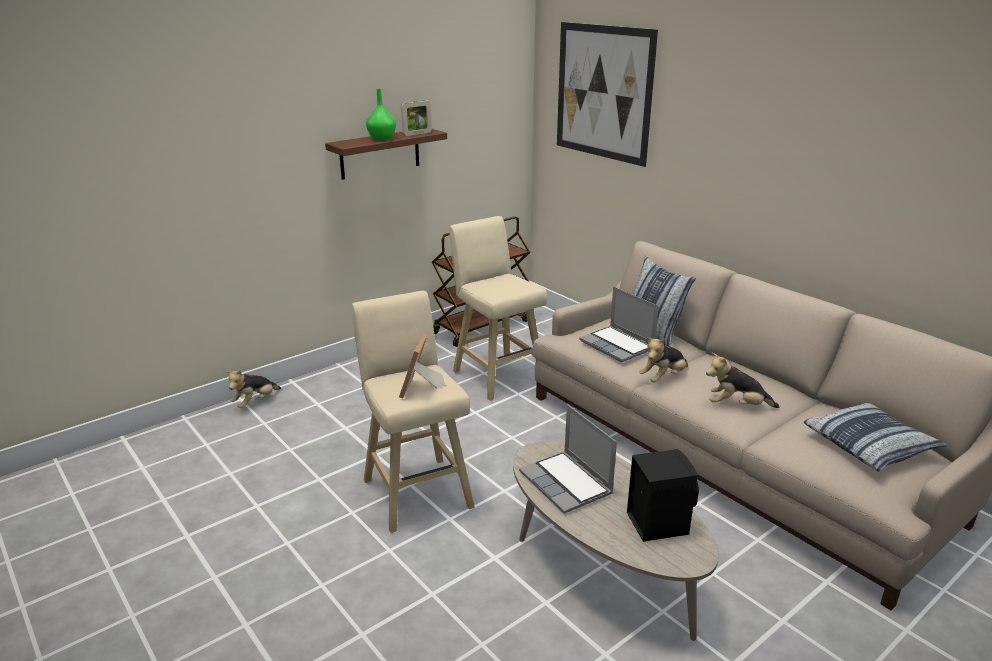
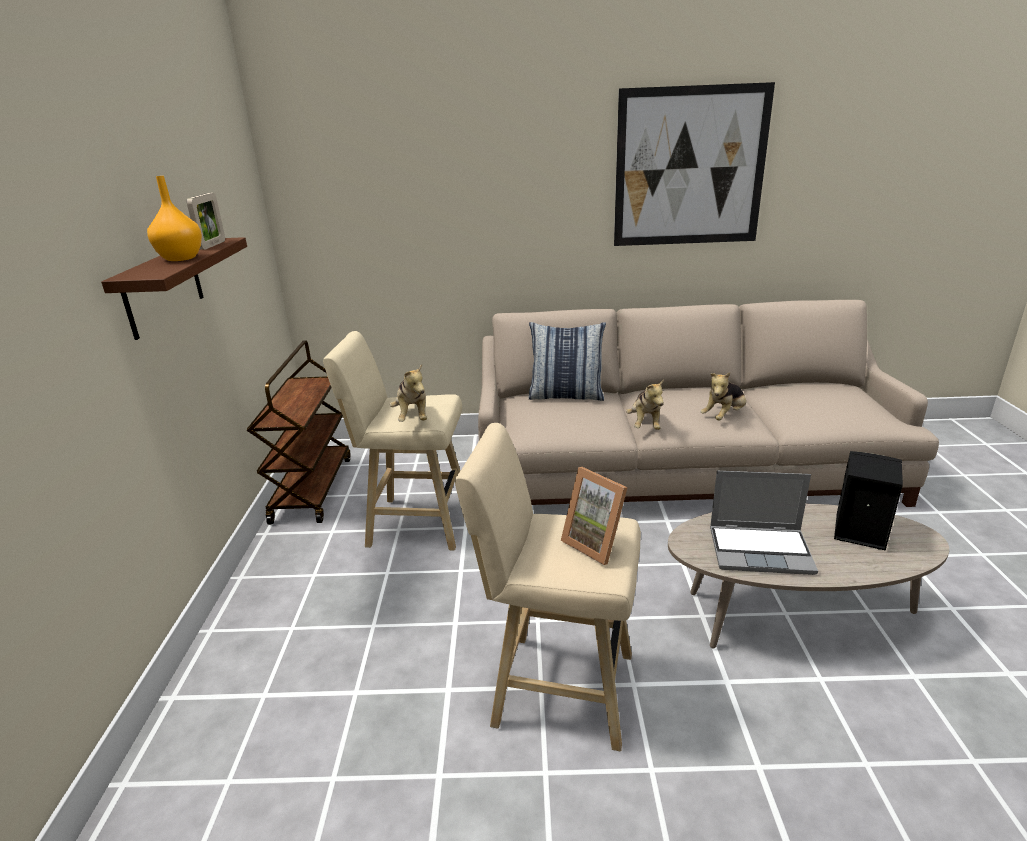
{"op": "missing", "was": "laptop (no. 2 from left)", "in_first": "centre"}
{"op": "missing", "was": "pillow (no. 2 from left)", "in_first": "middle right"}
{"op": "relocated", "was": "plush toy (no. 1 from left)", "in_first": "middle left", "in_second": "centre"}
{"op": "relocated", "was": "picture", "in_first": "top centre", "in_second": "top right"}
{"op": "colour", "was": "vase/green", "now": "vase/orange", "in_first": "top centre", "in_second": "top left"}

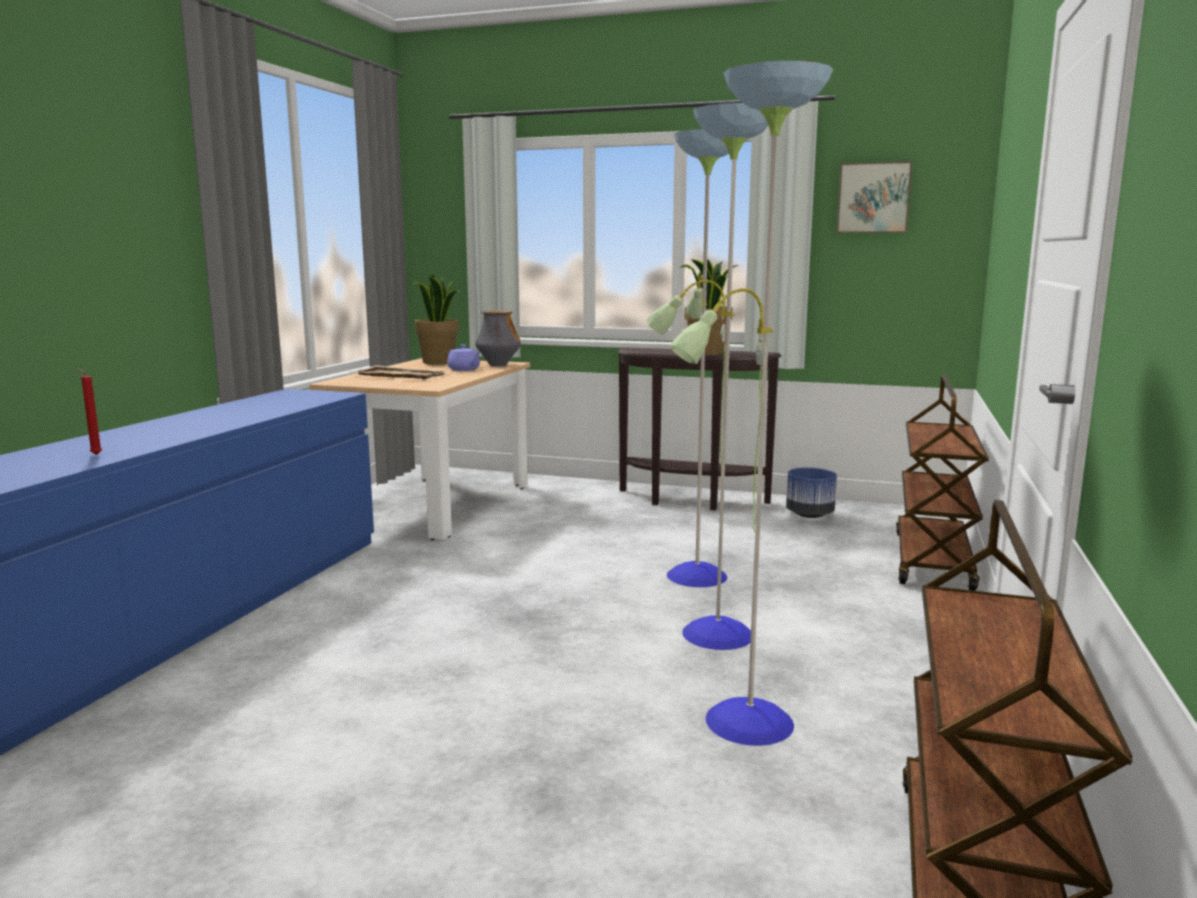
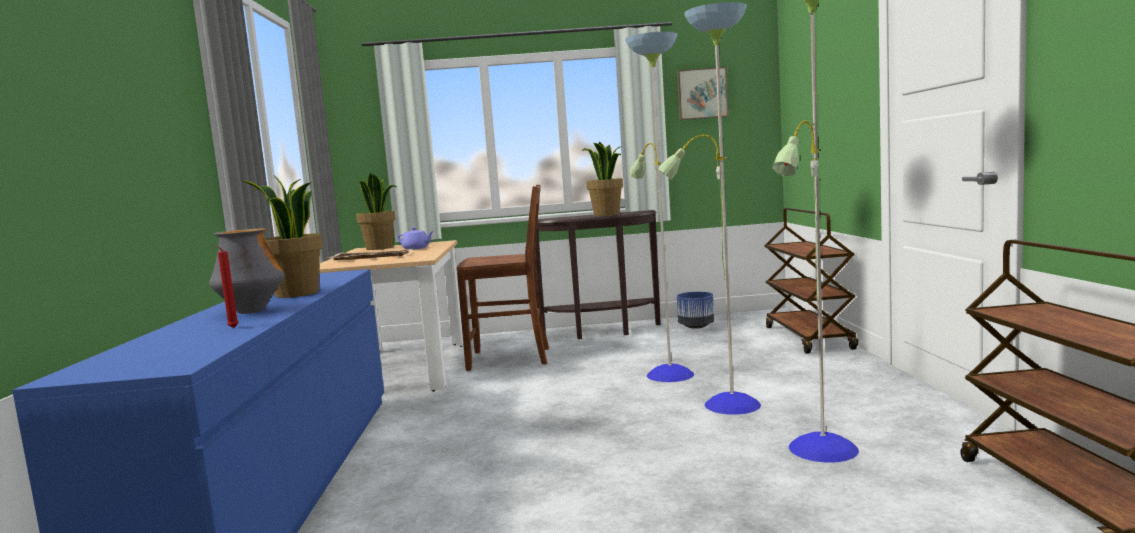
{"op": "appeared", "now": "potted plant (no. 1 from left)", "in_second": "middle left"}
{"op": "appeared", "now": "chair/brown", "in_second": "centre"}
{"op": "relocated", "was": "vase", "in_first": "centre", "in_second": "middle left"}

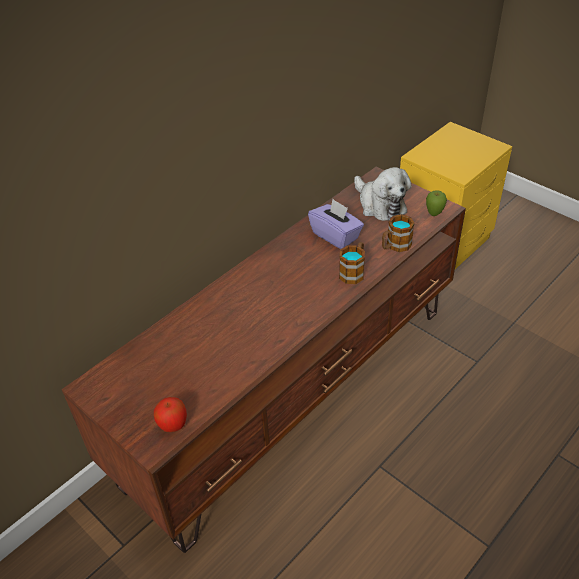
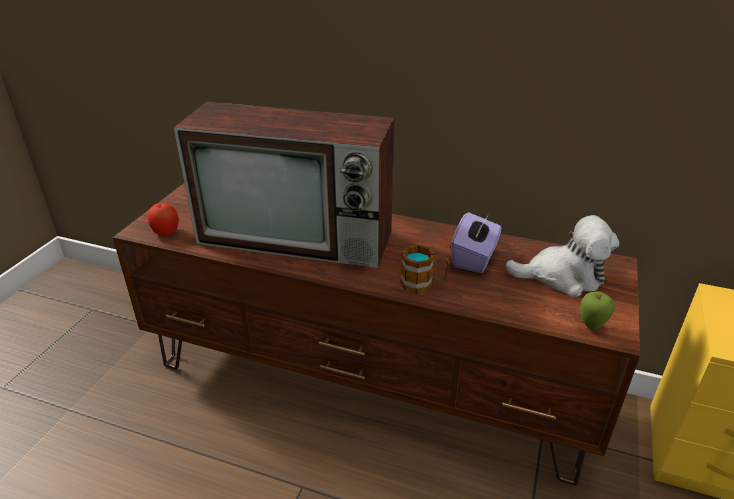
{"op": "missing", "was": "mug (no. 2 from left)", "in_first": "middle right"}
{"op": "appeared", "now": "television", "in_second": "centre"}
{"op": "spun", "was": "plush toy", "in_first": "centre", "in_second": "middle right", "clockwise": -120}

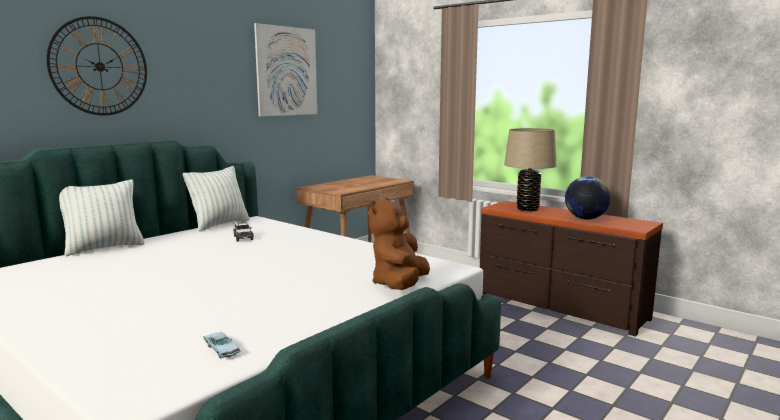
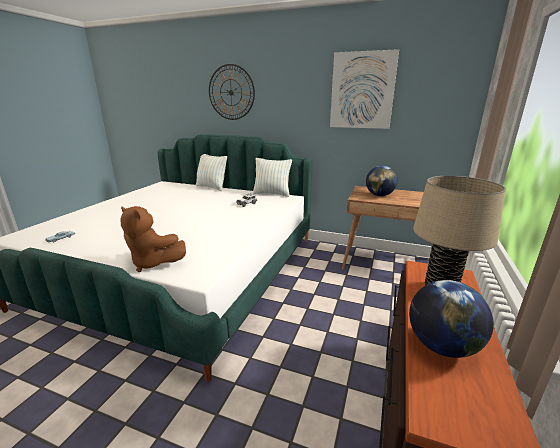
{"op": "appeared", "now": "globe (no. 1 from left)", "in_second": "middle right"}
{"op": "spun", "was": "plush toy/brown", "in_first": "centre", "in_second": "middle left", "clockwise": -150}

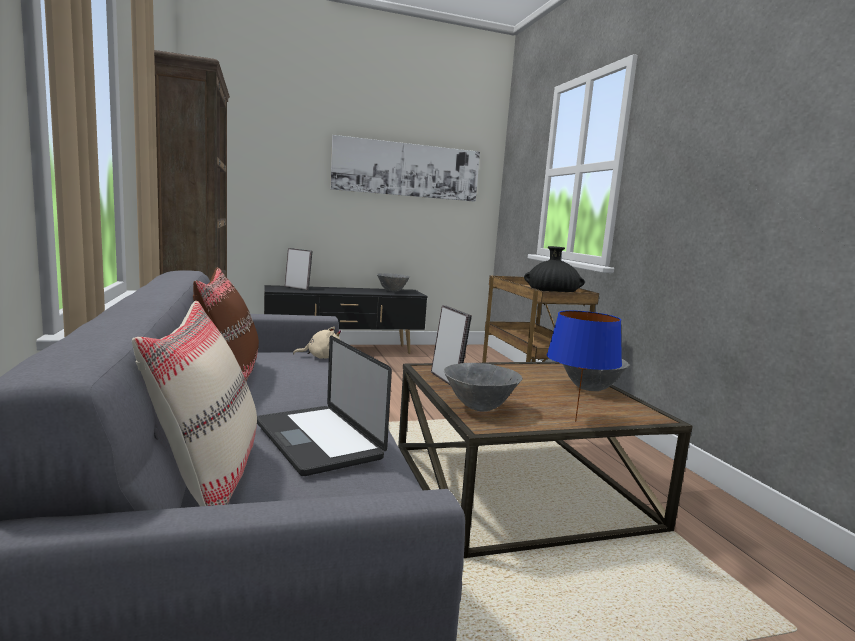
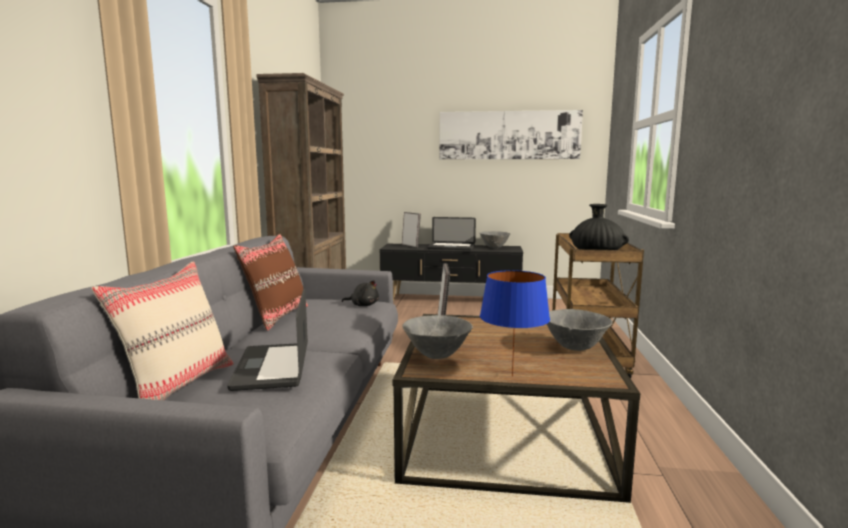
{"op": "appeared", "now": "laptop (no. 2 from left)", "in_second": "centre"}
{"op": "colour", "was": "plush toy/beige", "now": "plush toy/black", "in_first": "centre", "in_second": "centre"}

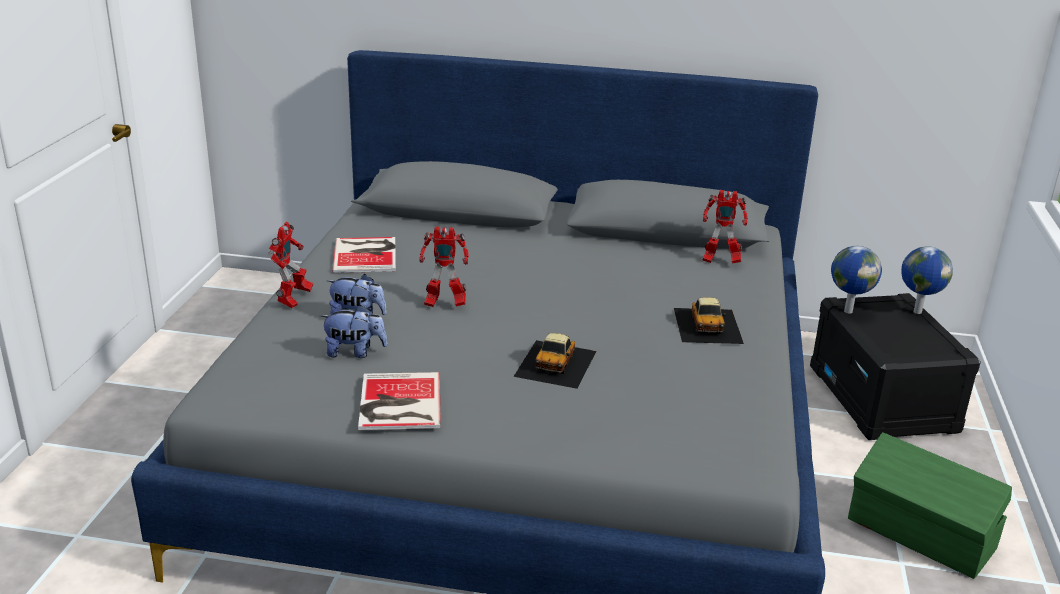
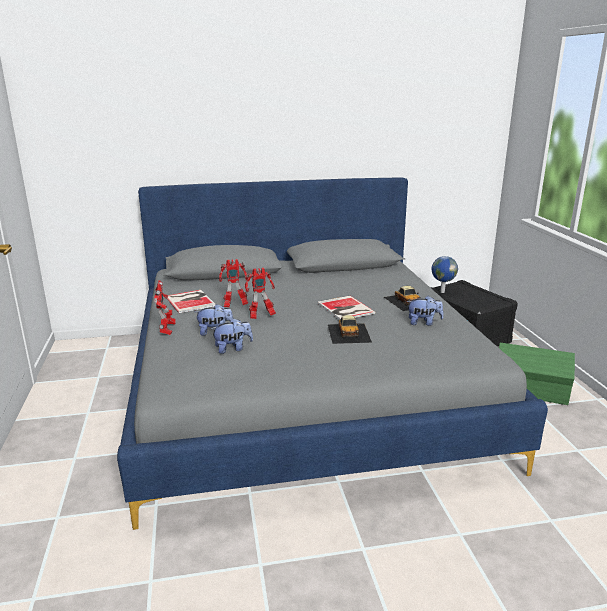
{"op": "missing", "was": "globe (no. 2 from left)", "in_first": "middle right"}
{"op": "appeared", "now": "plush toy (no. 3 from left)", "in_second": "middle right"}
{"op": "relocated", "was": "book (no. 2 from left)", "in_first": "bottom centre", "in_second": "centre"}
{"op": "relocated", "was": "toy robot (no. 3 from left in the first image)", "now": "toy robot (no. 2 from left)", "in_first": "middle right", "in_second": "centre"}

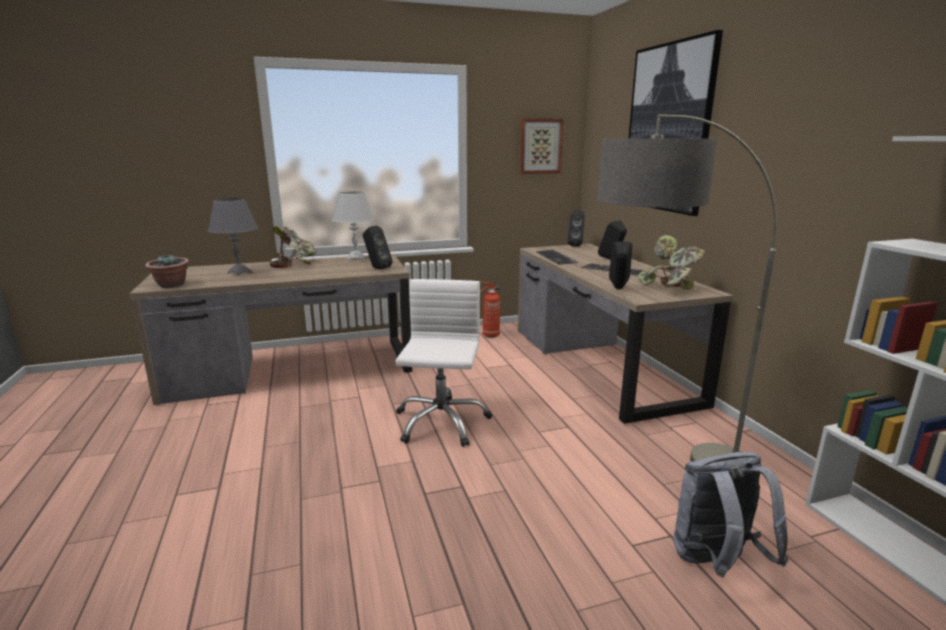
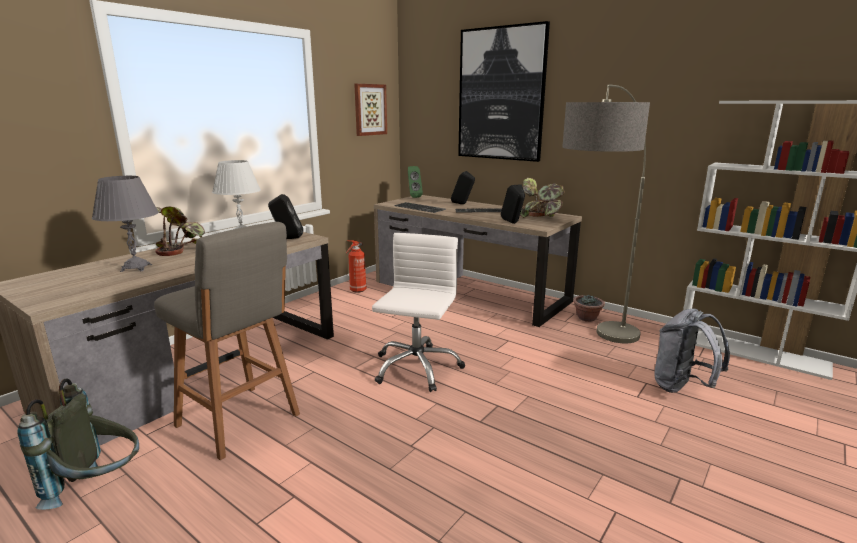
{"op": "appeared", "now": "backpack/grey (no. 1 from left)", "in_second": "bottom left"}
{"op": "appeared", "now": "stool/grey", "in_second": "middle left"}
{"op": "relocated", "was": "potted plant (no. 1 from left in the first image)", "now": "potted plant (no. 3 from left)", "in_first": "middle left", "in_second": "middle right"}
{"op": "colour", "was": "speaker/black (no. 2 from left)", "now": "speaker/green", "in_first": "centre", "in_second": "centre"}
{"op": "spun", "was": "office chair/white", "in_first": "centre", "in_second": "centre", "clockwise": 45}

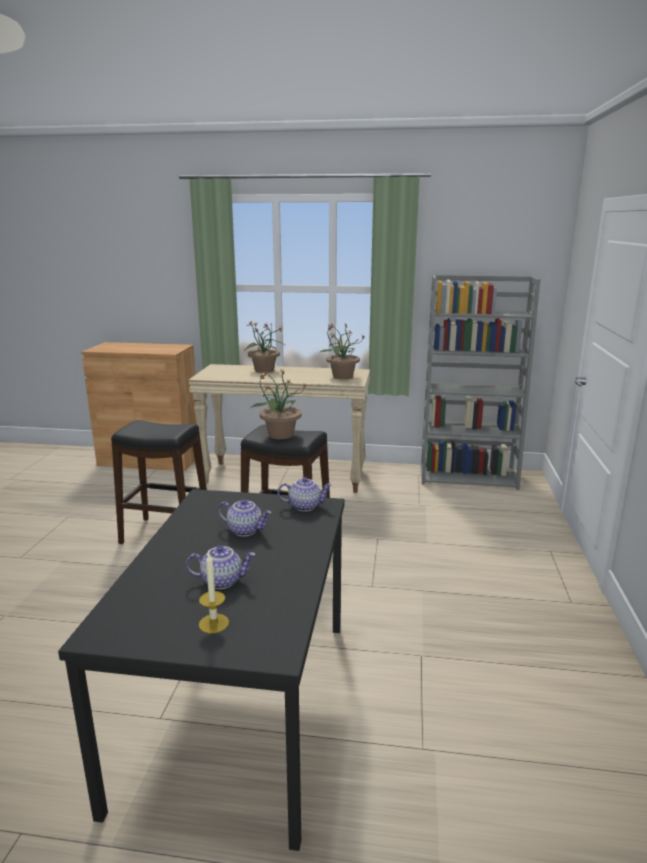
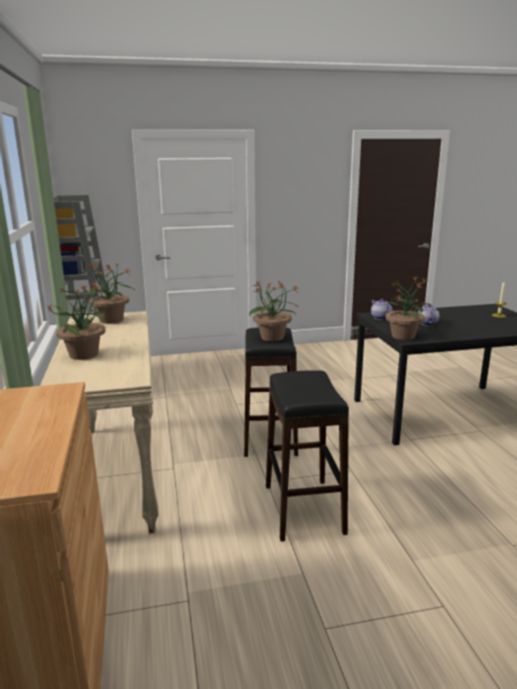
{"op": "missing", "was": "teapot (no. 1 from left)", "in_first": "centre"}
{"op": "appeared", "now": "potted plant (no. 4 from left)", "in_second": "middle right"}

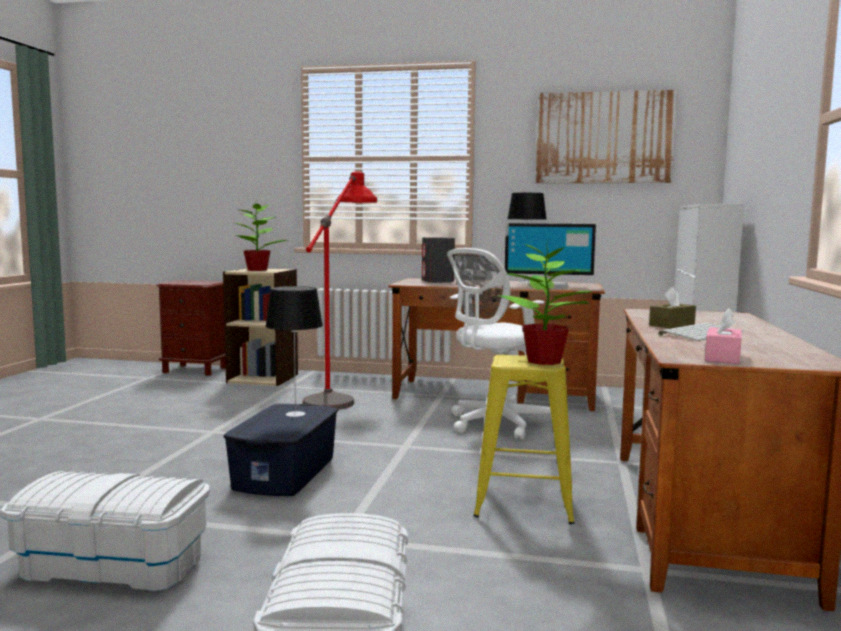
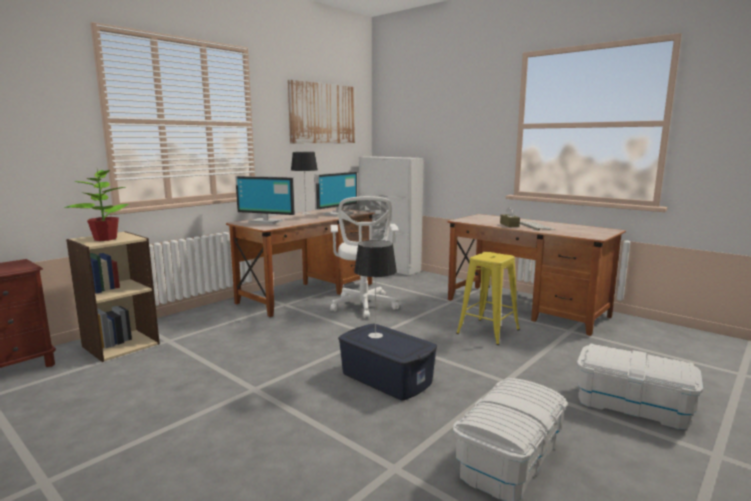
{"op": "missing", "was": "floor lamp/red", "in_first": "centre"}
{"op": "missing", "was": "potted plant (no. 2 from left)", "in_first": "centre"}
{"op": "missing", "was": "tissue box/pink", "in_first": "middle right"}
{"op": "exchanged", "was": "speaker/grey", "now": "monitor (no. 1 from left)", "in_first": "centre", "in_second": "centre"}

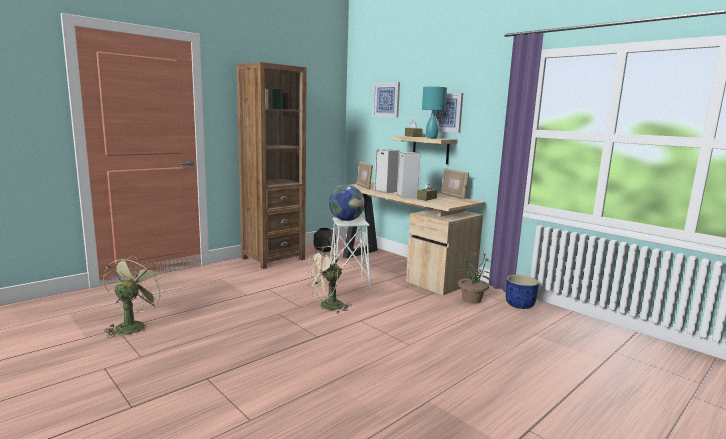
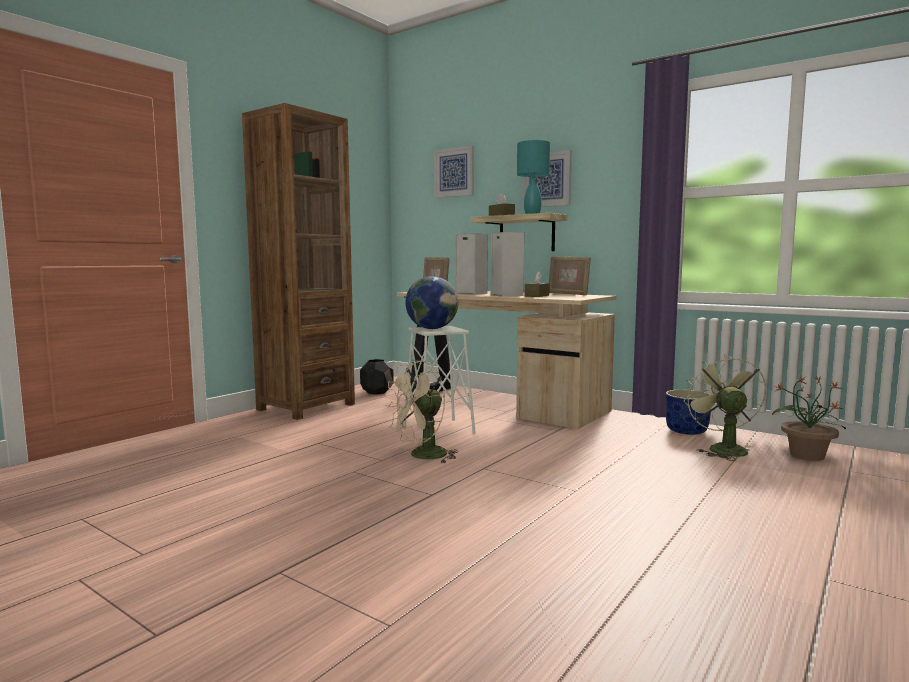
{"op": "relocated", "was": "fan/green", "in_first": "bottom left", "in_second": "middle right"}
{"op": "relocated", "was": "potted plant", "in_first": "centre", "in_second": "middle right"}

